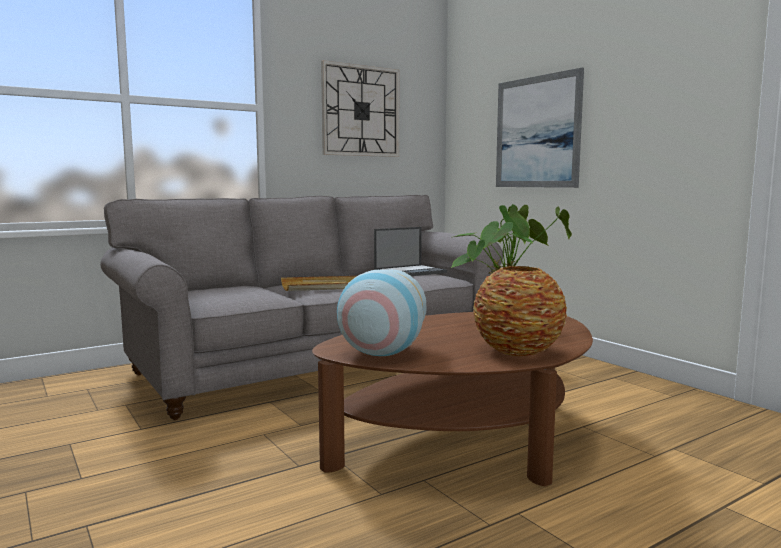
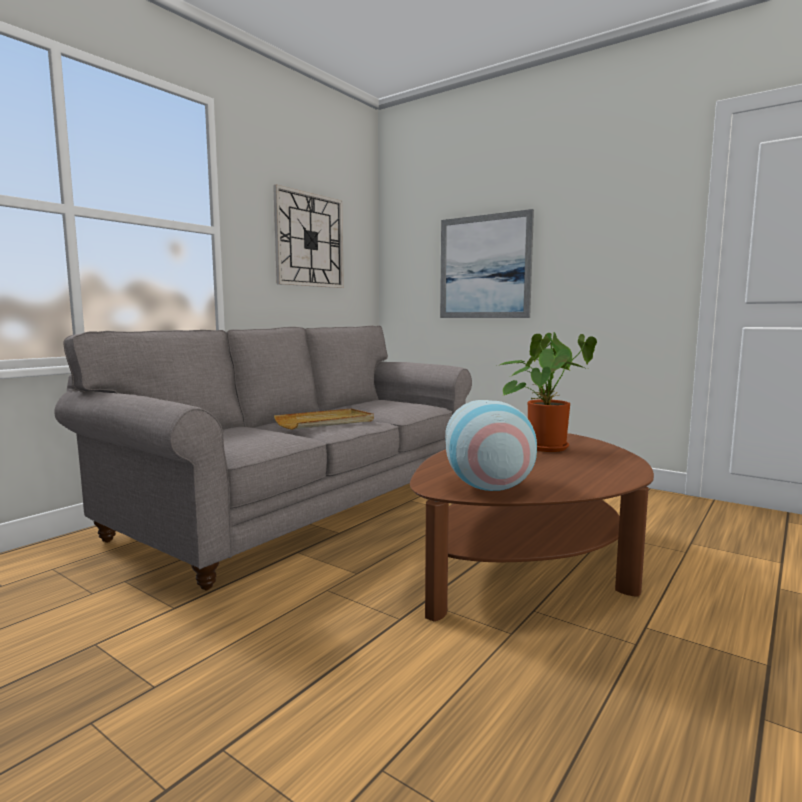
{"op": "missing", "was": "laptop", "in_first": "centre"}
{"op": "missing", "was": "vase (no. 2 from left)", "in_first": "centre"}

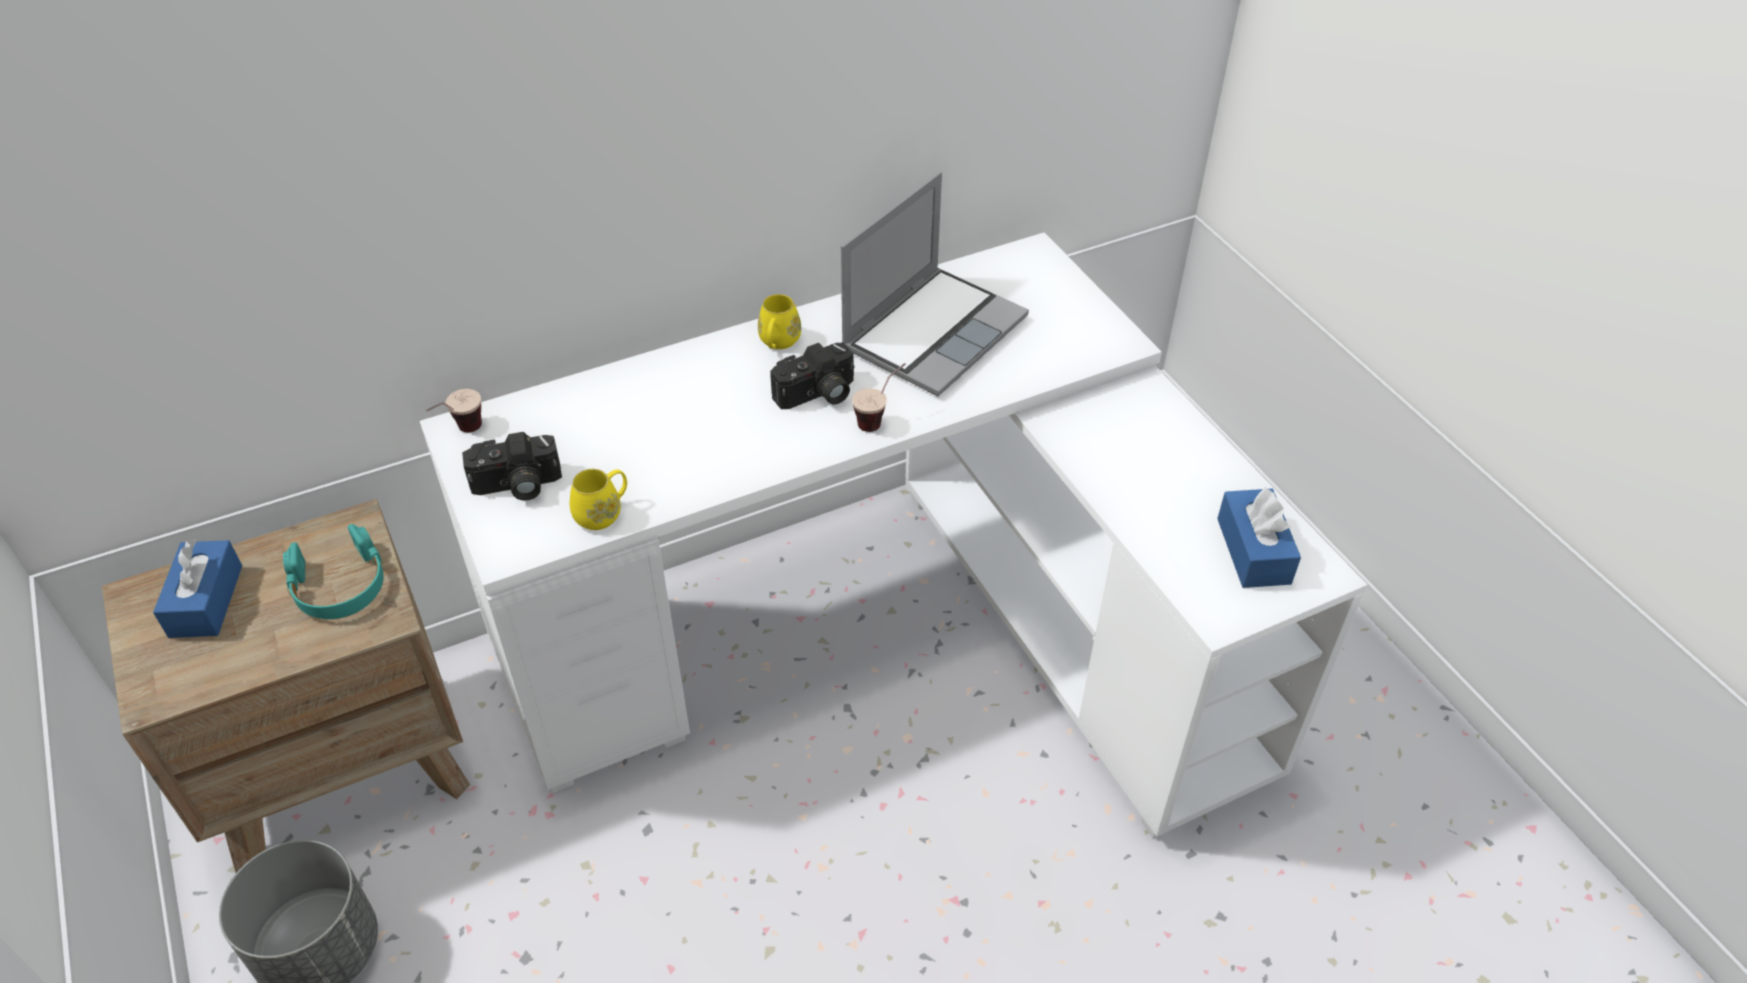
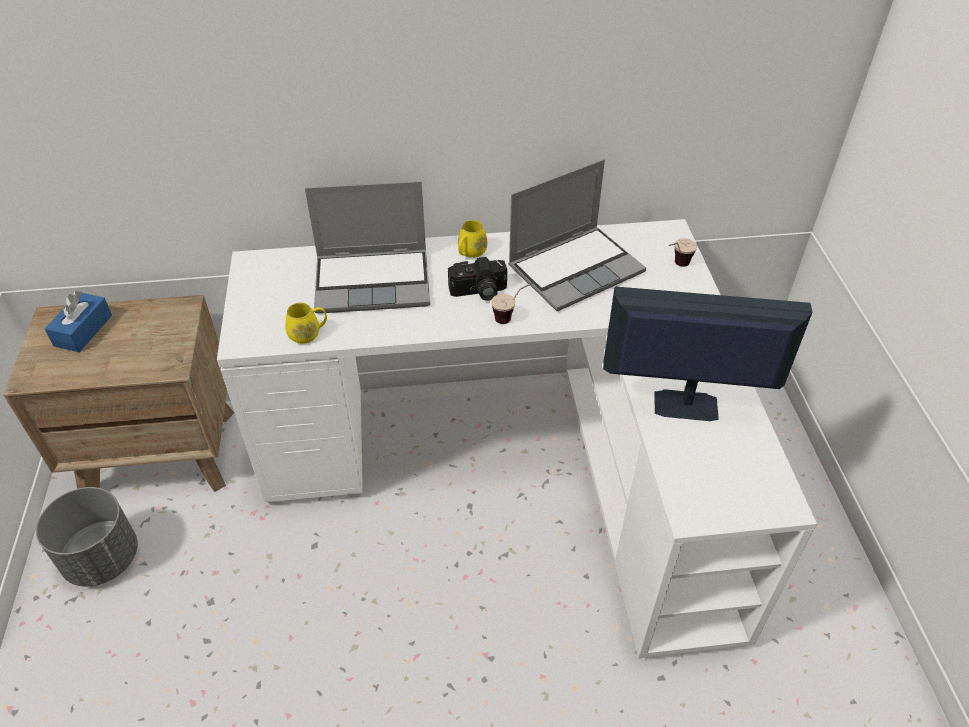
{"op": "missing", "was": "headphones/turquoise", "in_first": "middle left"}
{"op": "missing", "was": "photo camera (no. 1 from left)", "in_first": "middle left"}
{"op": "missing", "was": "tissue box/blue (no. 2 from left)", "in_first": "middle right"}
{"op": "appeared", "now": "laptop (no. 1 from left)", "in_second": "centre"}
{"op": "appeared", "now": "monitor", "in_second": "middle right"}
{"op": "relocated", "was": "cup (no. 1 from left in the first image)", "now": "cup (no. 2 from left)", "in_first": "middle left", "in_second": "middle right"}

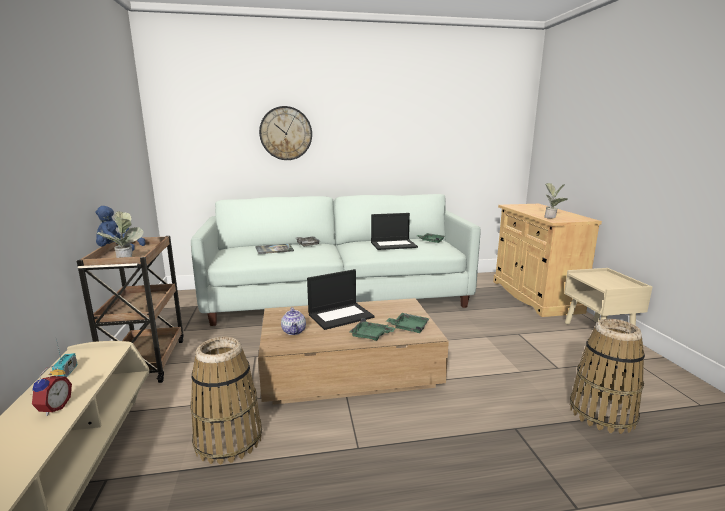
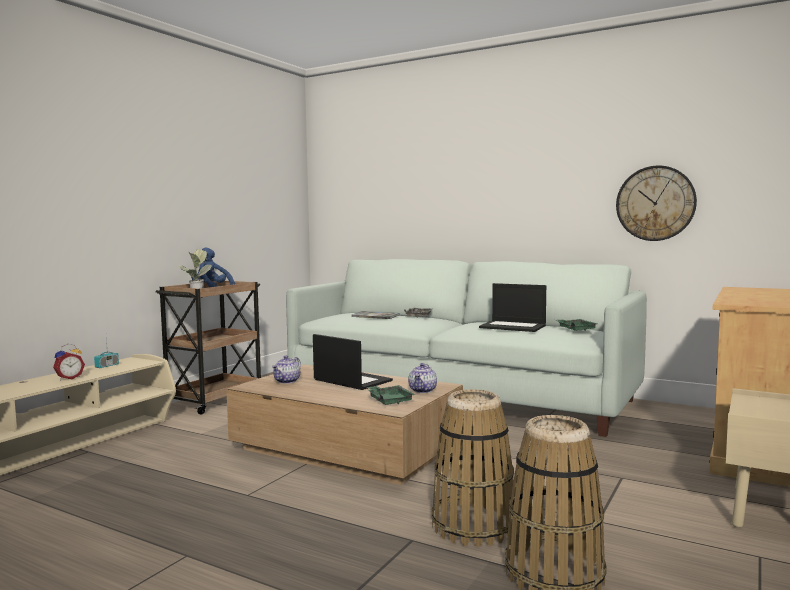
{"op": "missing", "was": "tray/green (no. 1 from left)", "in_first": "centre"}
{"op": "missing", "was": "potted plant (no. 2 from left)", "in_first": "middle right"}
{"op": "appeared", "now": "teapot (no. 2 from left)", "in_second": "centre"}
{"op": "relocated", "was": "basket (no. 1 from left)", "in_first": "bottom left", "in_second": "bottom centre"}
{"op": "relocated", "was": "wall clock", "in_first": "top centre", "in_second": "middle right"}
{"op": "spun", "was": "laptop (no. 1 from left)", "in_first": "centre", "in_second": "centre", "clockwise": -150}

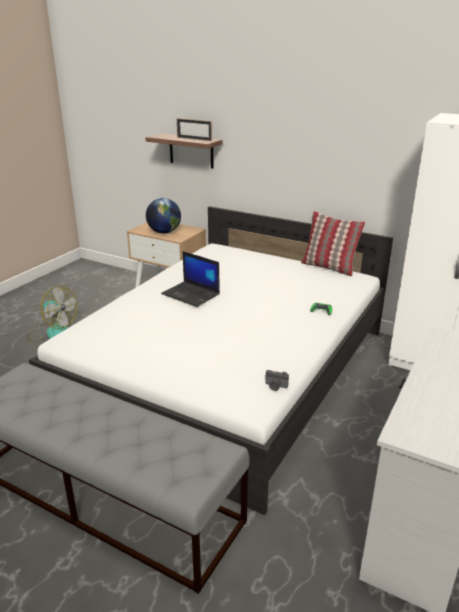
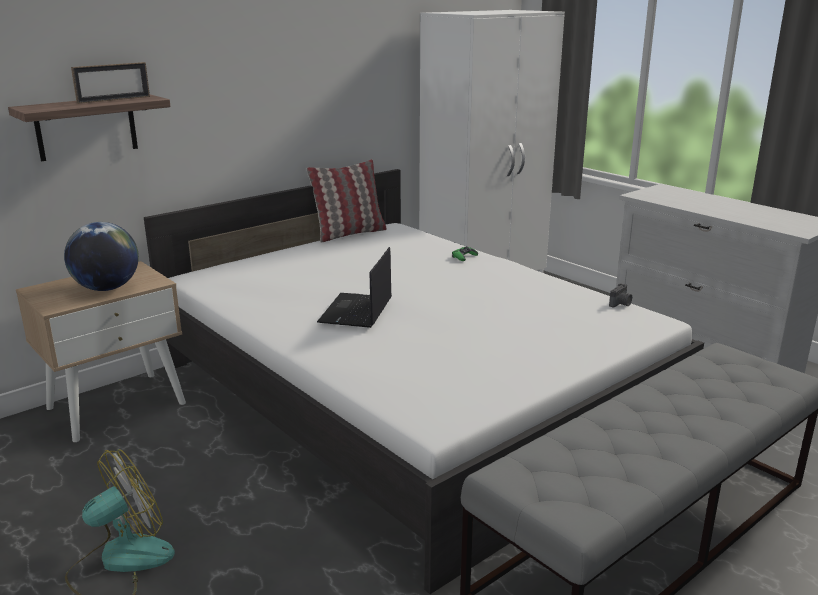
{"op": "spun", "was": "laptop", "in_first": "centre", "in_second": "centre", "clockwise": 135}

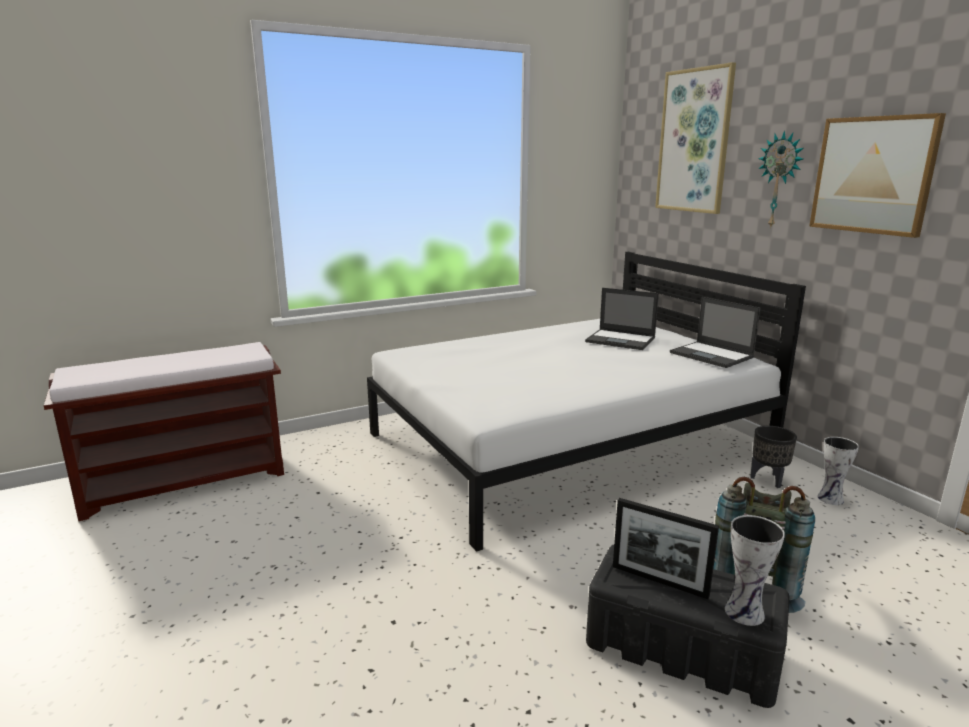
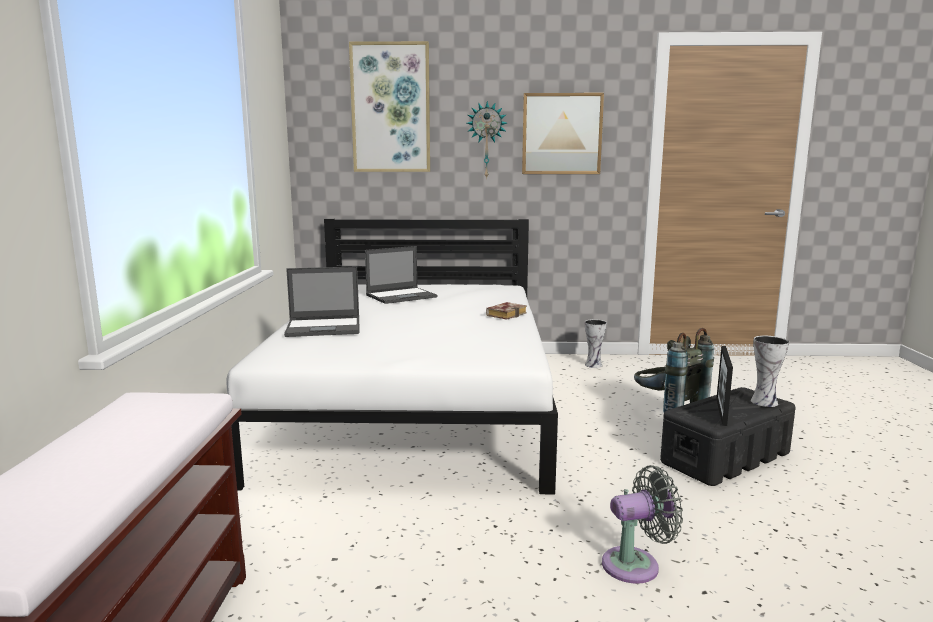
{"op": "missing", "was": "planter/black", "in_first": "middle right"}
{"op": "appeared", "now": "book", "in_second": "centre"}
{"op": "appeared", "now": "fan/grey", "in_second": "bottom right"}
{"op": "relocated", "was": "laptop (no. 2 from left in the first image)", "now": "laptop (no. 1 from left)", "in_first": "middle right", "in_second": "centre"}
{"op": "spun", "was": "picture frame", "in_first": "bottom right", "in_second": "middle right", "clockwise": 135}

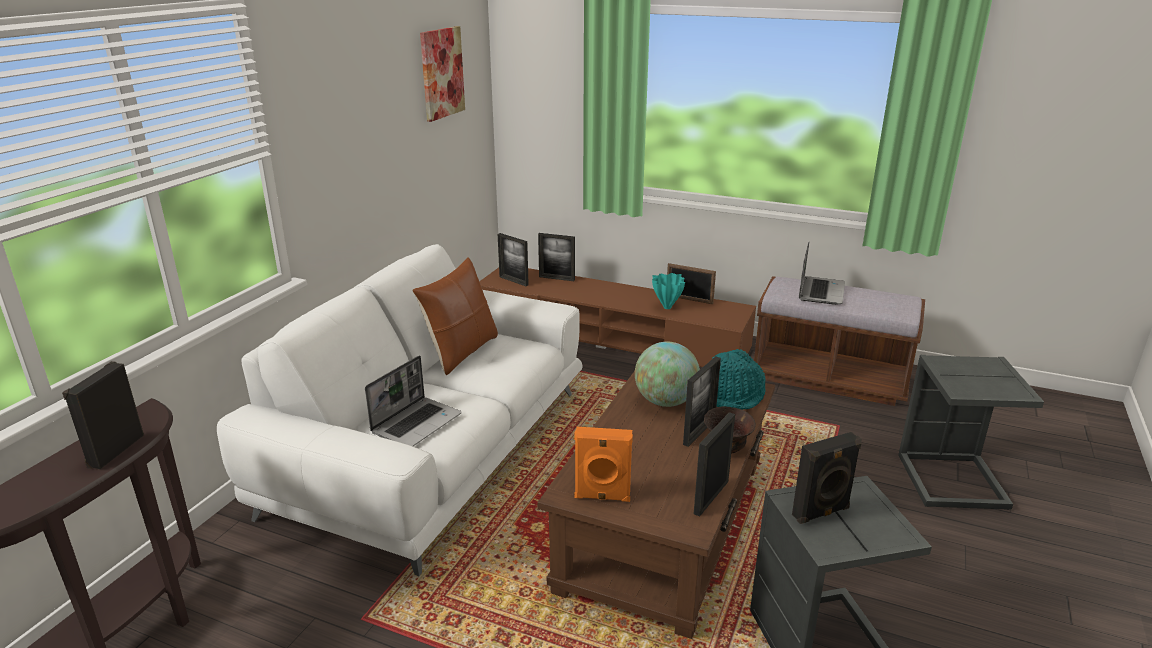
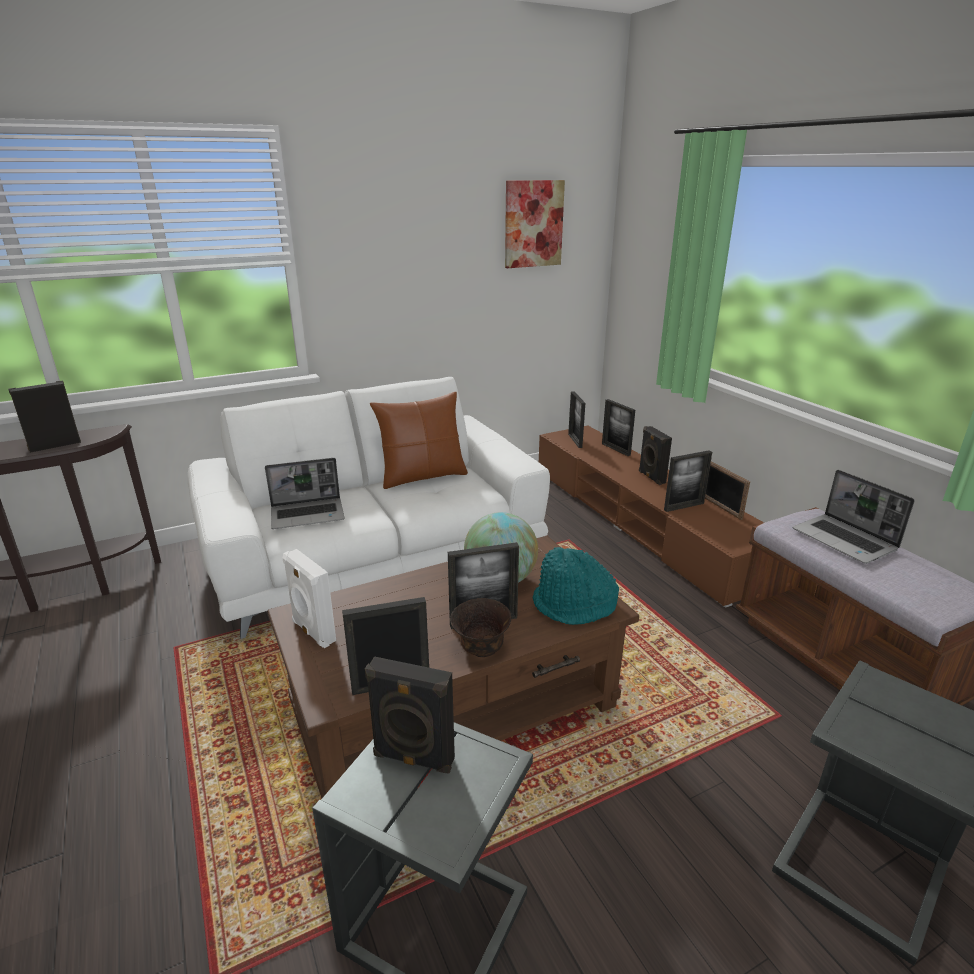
{"op": "appeared", "now": "speaker/black (no. 3 from left)", "in_second": "middle right"}
{"op": "exchanged", "was": "vase/turquoise", "now": "picture frame (no. 5 from left)", "in_first": "centre", "in_second": "middle right"}
{"op": "colour", "was": "speaker/orange", "now": "speaker/white", "in_first": "bottom centre", "in_second": "middle left"}
{"op": "spun", "was": "laptop (no. 2 from left)", "in_first": "middle right", "in_second": "middle right", "clockwise": 90}

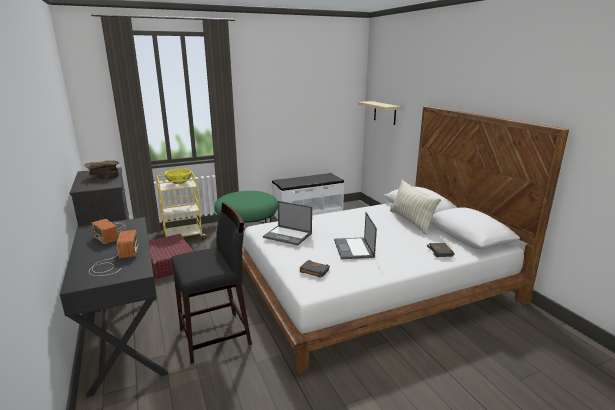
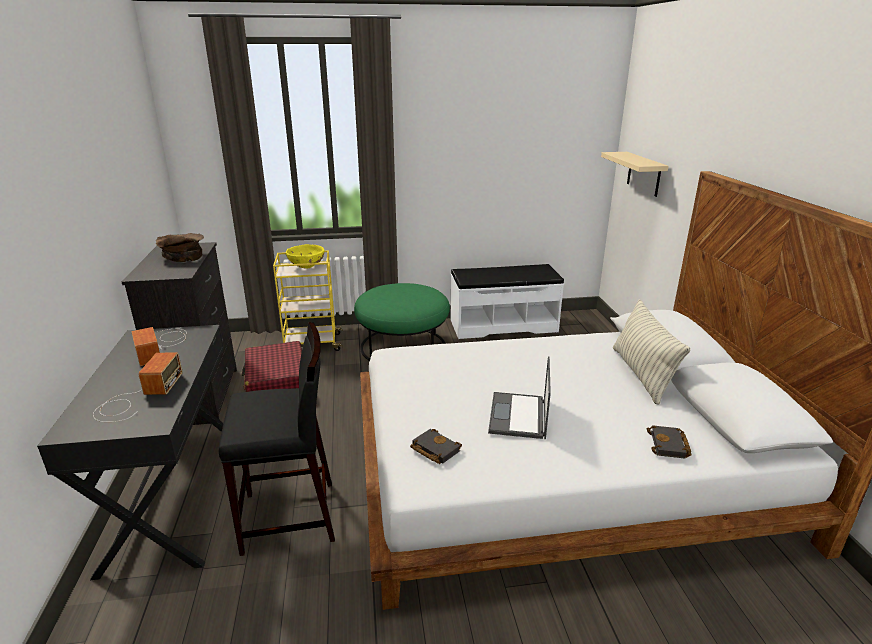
{"op": "missing", "was": "laptop (no. 1 from left)", "in_first": "centre"}

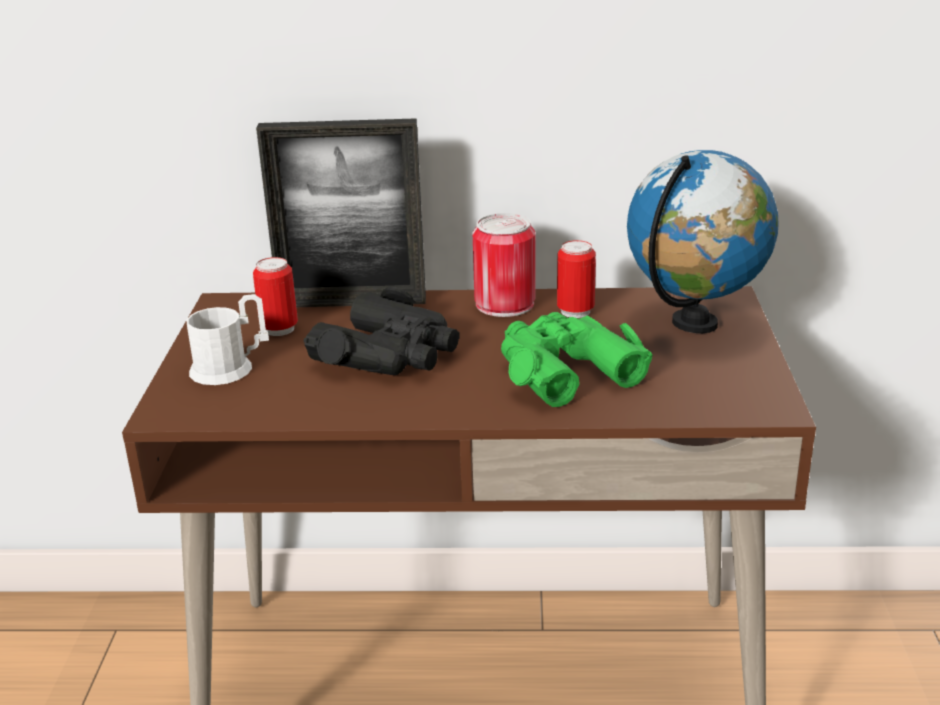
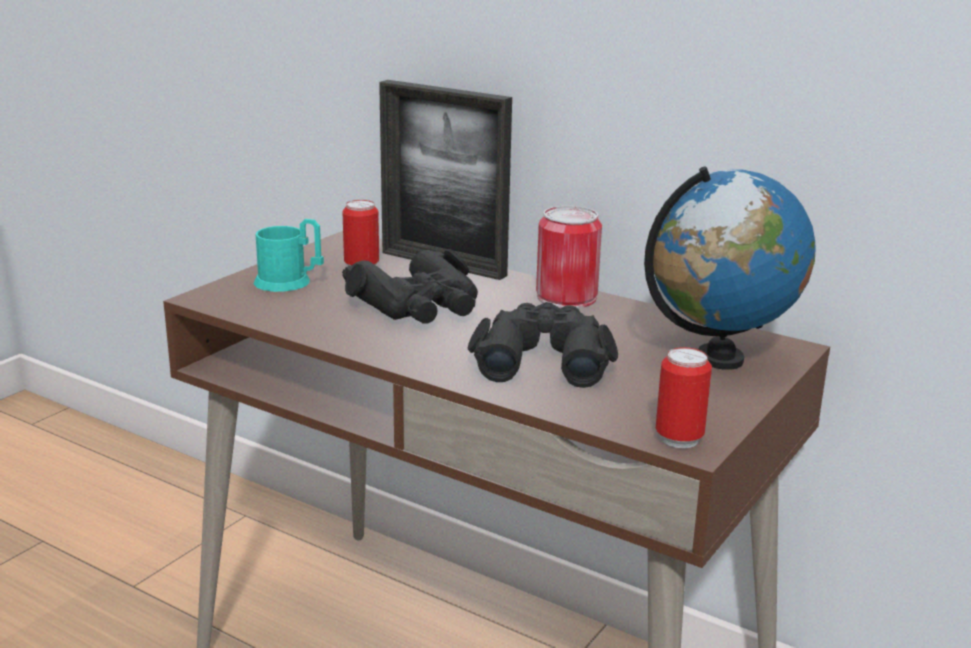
{"op": "relocated", "was": "can (no. 3 from left)", "in_first": "centre", "in_second": "middle right"}
{"op": "colour", "was": "mug/white", "now": "mug/turquoise", "in_first": "middle left", "in_second": "middle left"}
{"op": "colour", "was": "binoculars/green", "now": "binoculars/black (no. 2 from left)", "in_first": "centre", "in_second": "centre"}

